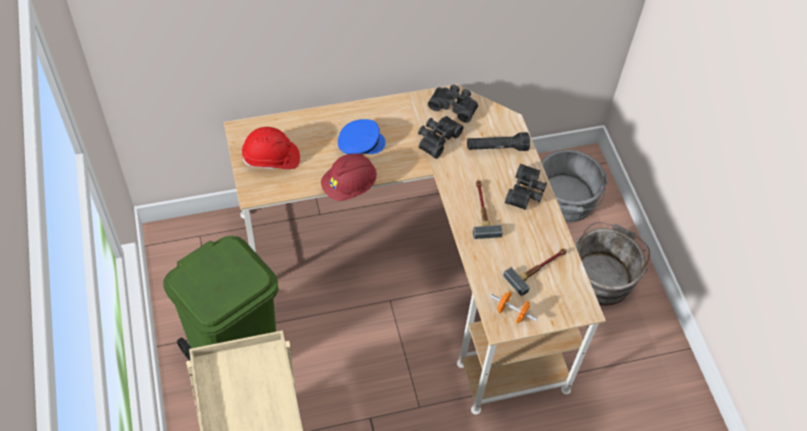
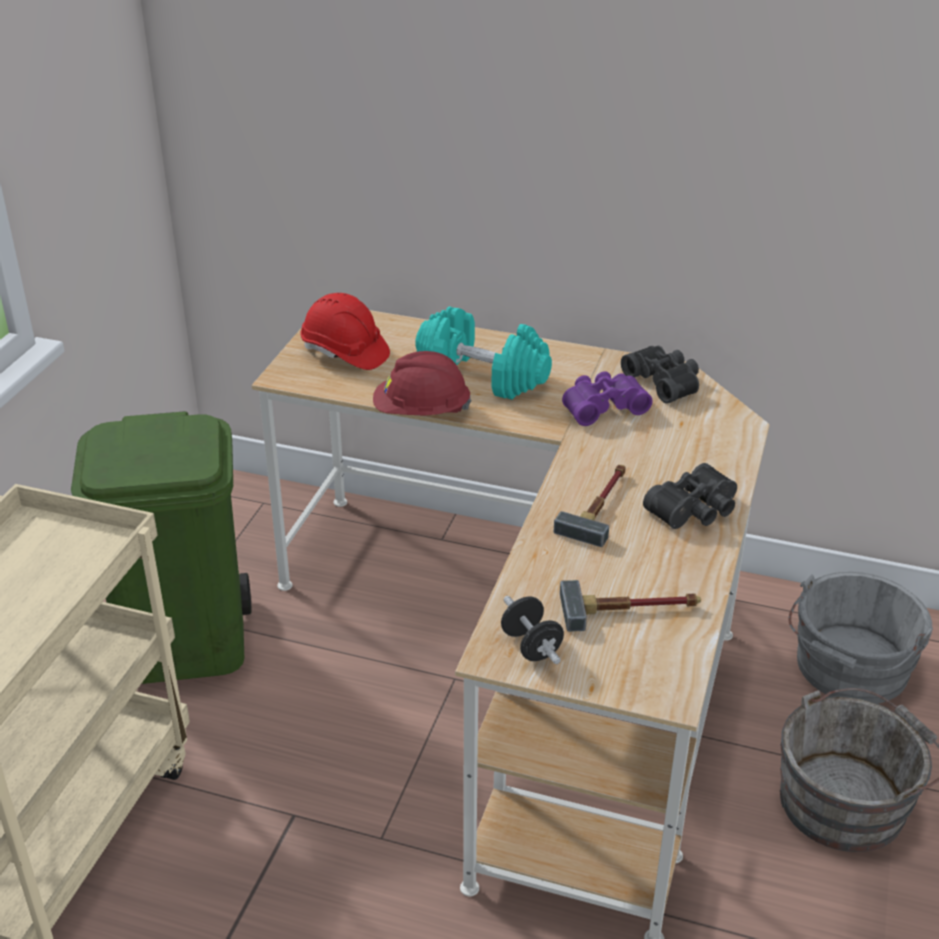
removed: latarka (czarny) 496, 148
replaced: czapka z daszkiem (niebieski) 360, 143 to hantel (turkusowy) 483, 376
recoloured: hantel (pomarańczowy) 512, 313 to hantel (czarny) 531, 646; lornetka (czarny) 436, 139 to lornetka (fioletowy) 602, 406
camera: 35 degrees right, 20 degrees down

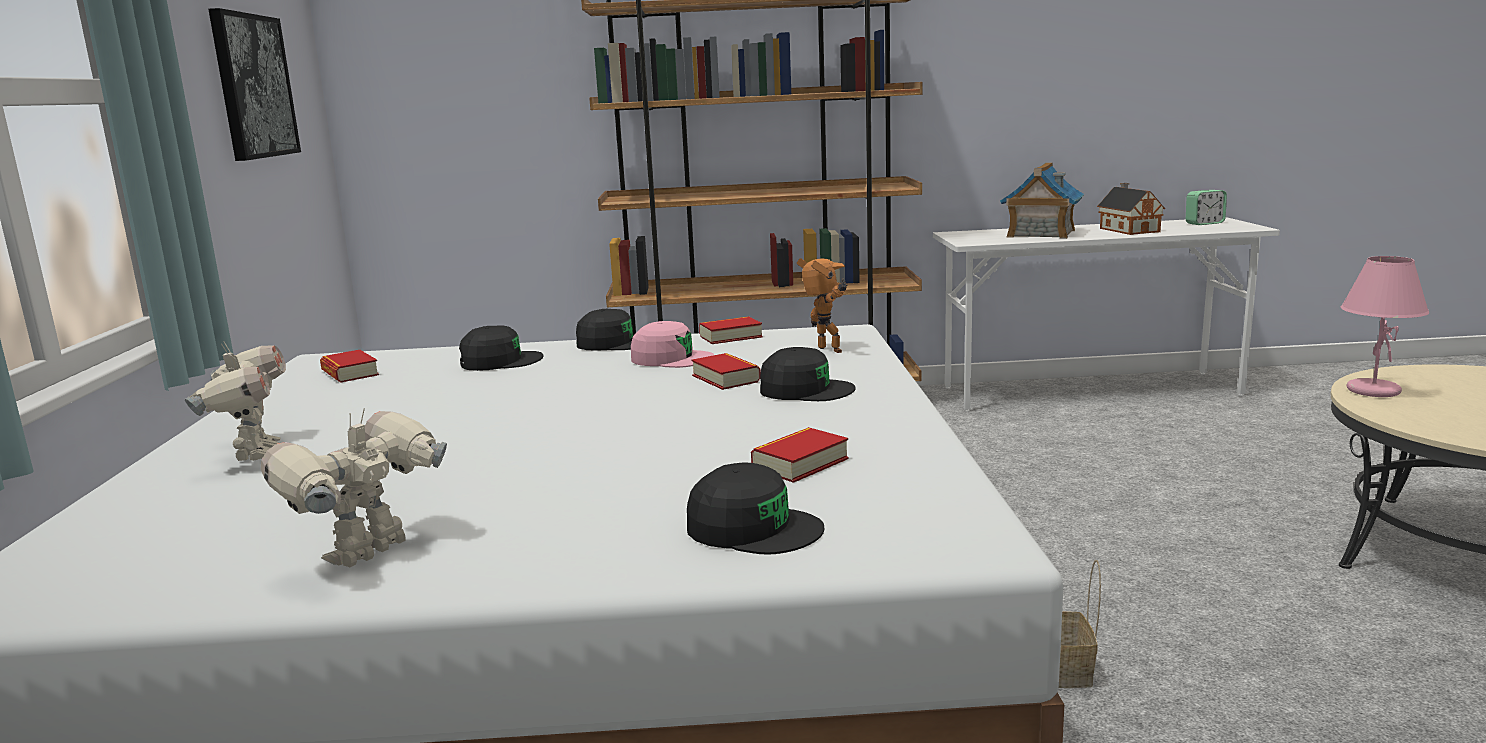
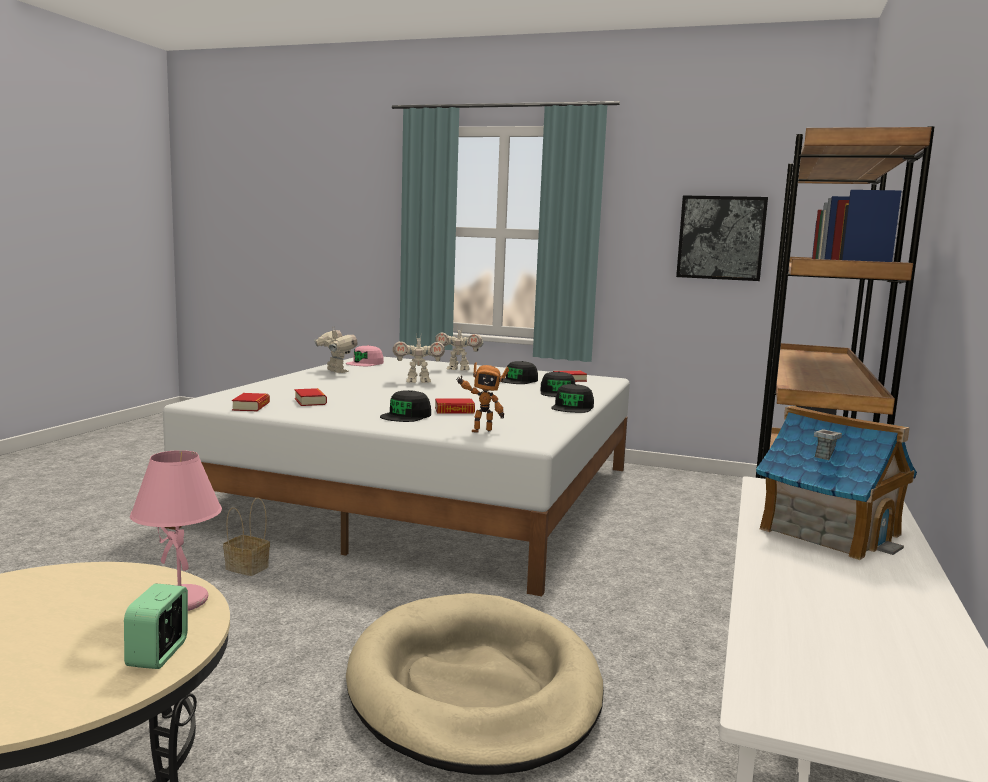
removed: domek 1128, 230
added: legowisko (beżowy) 474, 689; robot zabawkowy 418, 382
moved: budzik 1204, 223 to 158, 654; książka 730, 336 to 251, 407; czapka z daszkiem (różowy) 671, 358 to 365, 363; czapka z daszkiem (czarny) 753, 528 to 518, 380
camera: 110 degrees right, 5 degrees down

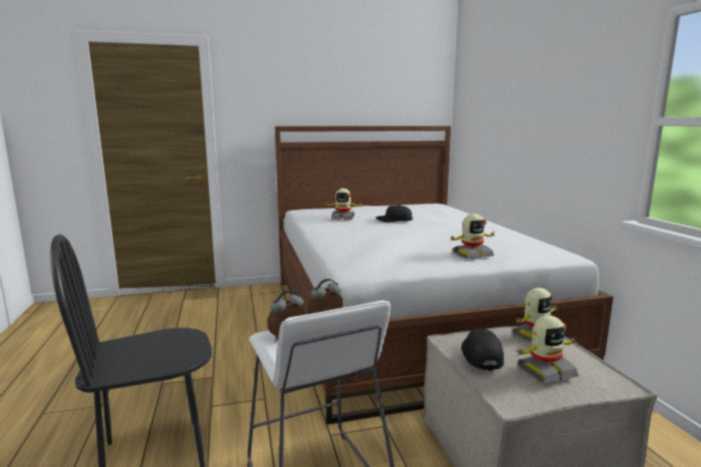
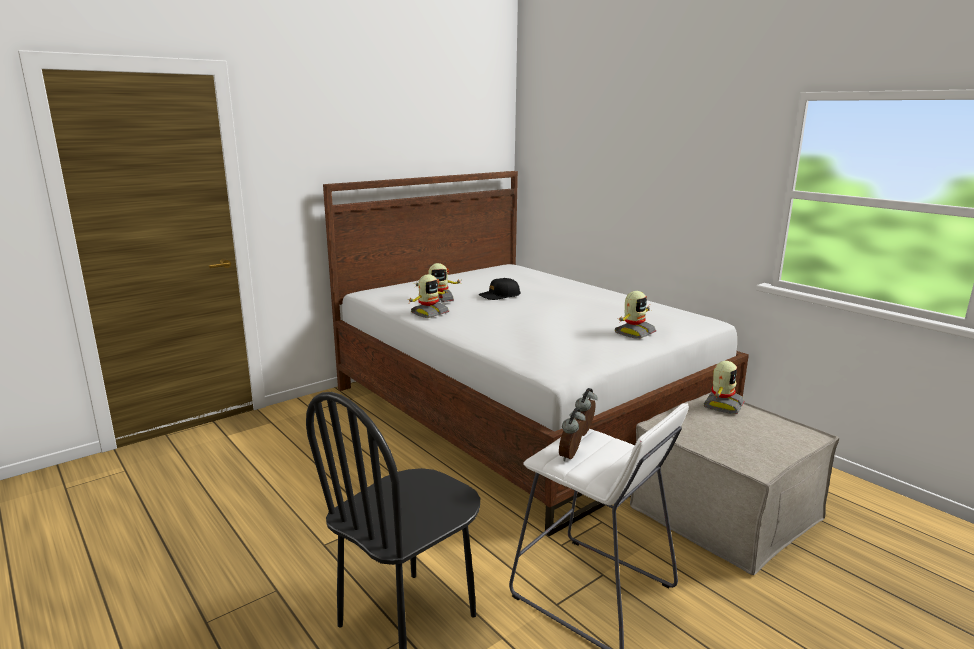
removed: czapka z daszkiem (czarny) 481, 355
moved: robot zabawkowy 545, 371 to 429, 313
camera: 25 degrees left, 5 degrees up

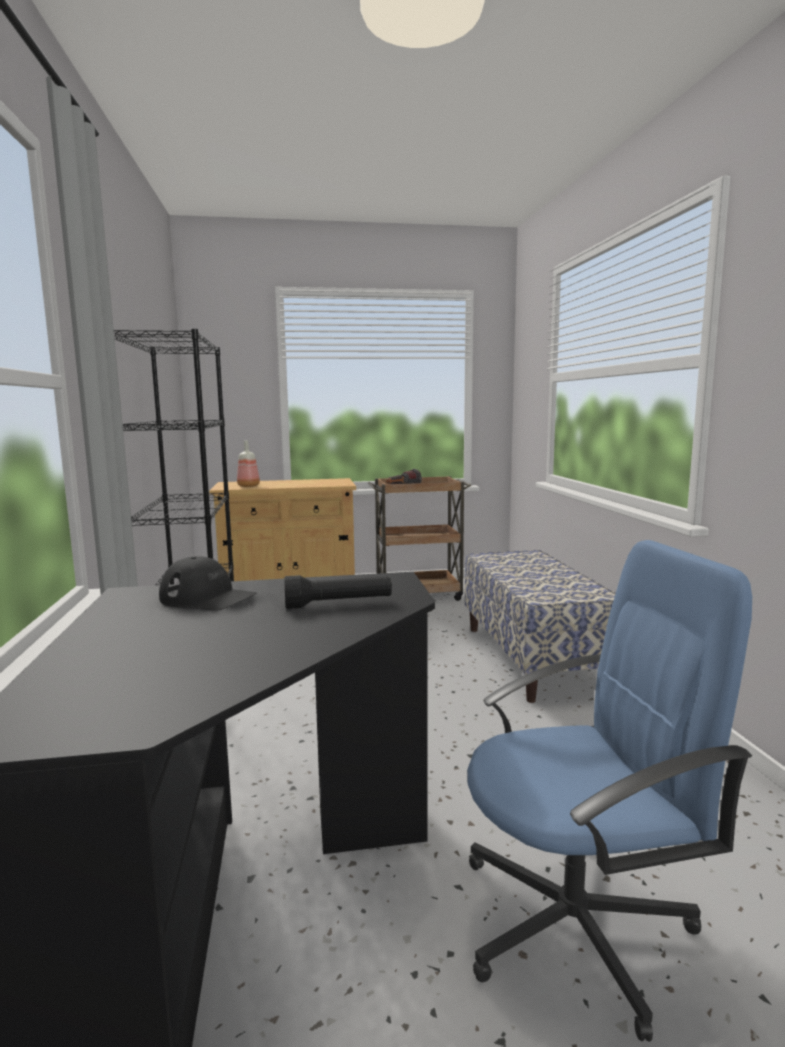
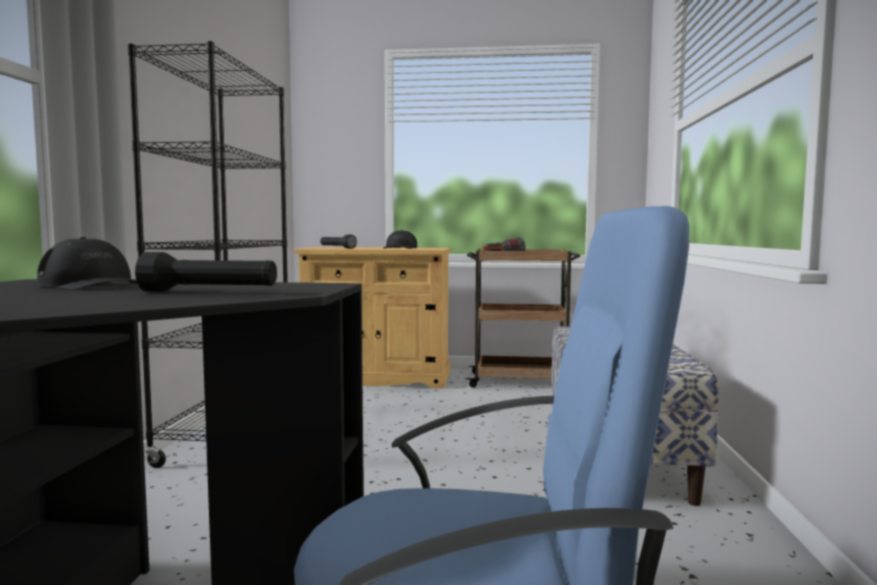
added: czapka z daszkiem (czarny) 400, 248
replaced: butelka 248, 486 to latarka (czarny) 337, 248
camera: 15 degrees right, 5 degrees down

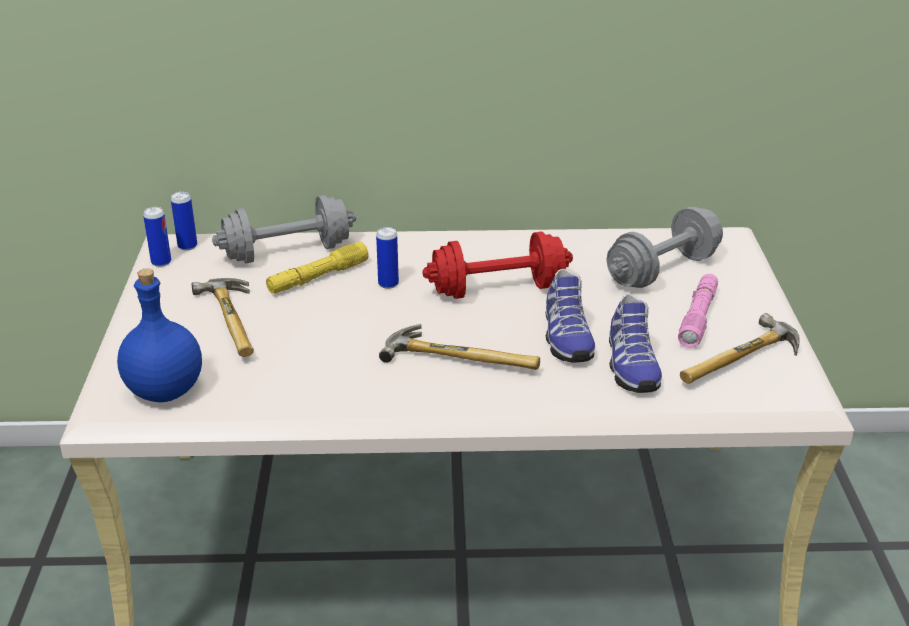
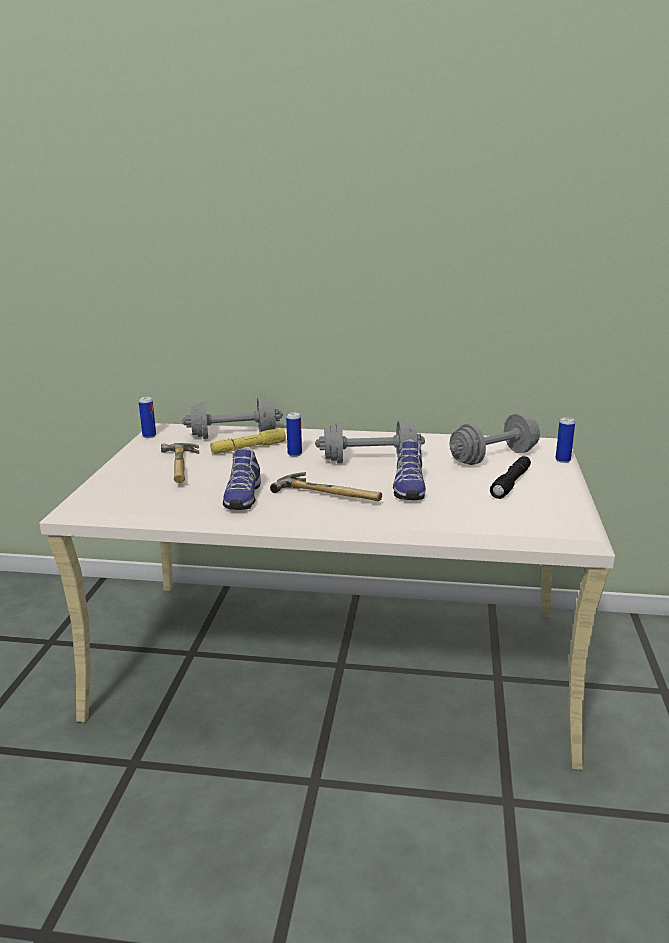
removed: butelka (niebieski) 166, 390; młotek 744, 363
moved: but 629, 366 to 242, 497; puszka 187, 246 to 562, 460
recoloured: hantel (czerwony) 497, 289 to hantel (szary) 370, 460; latarka (różowy) 698, 318 to latarka (czarny) 511, 483
camera: 10 degrees right, 10 degrees down

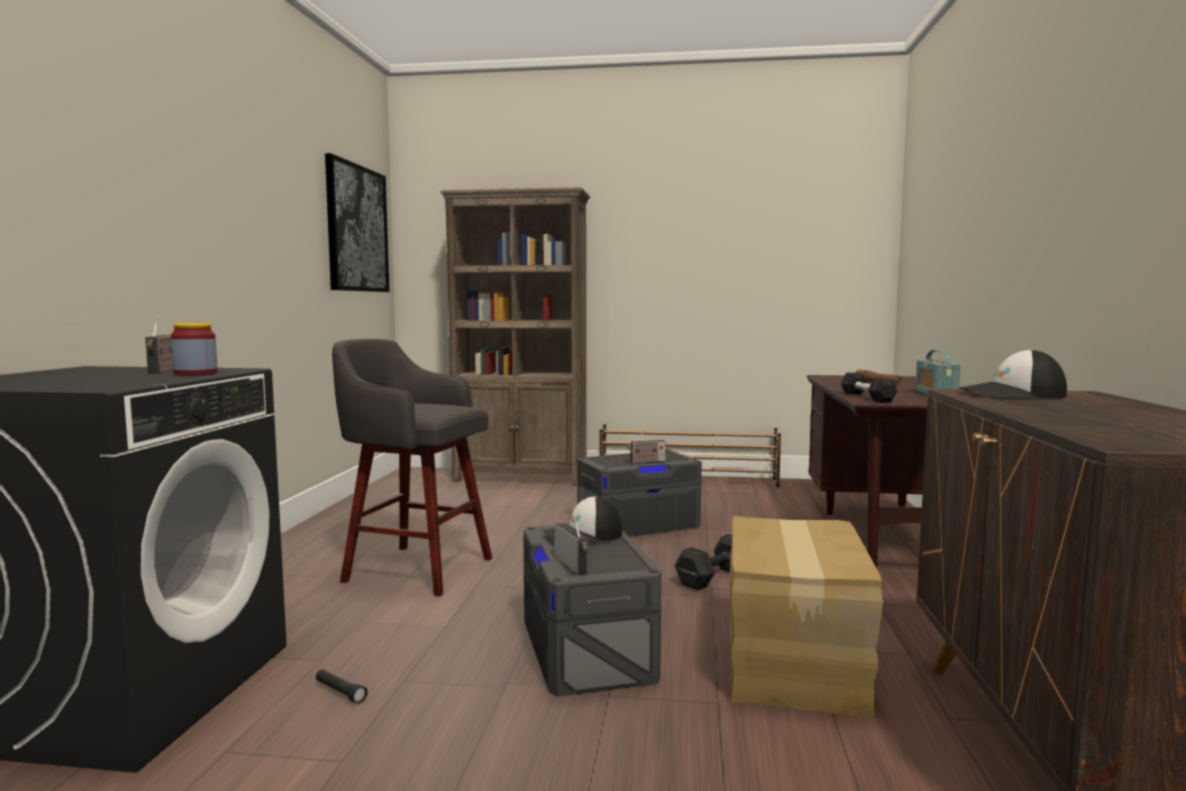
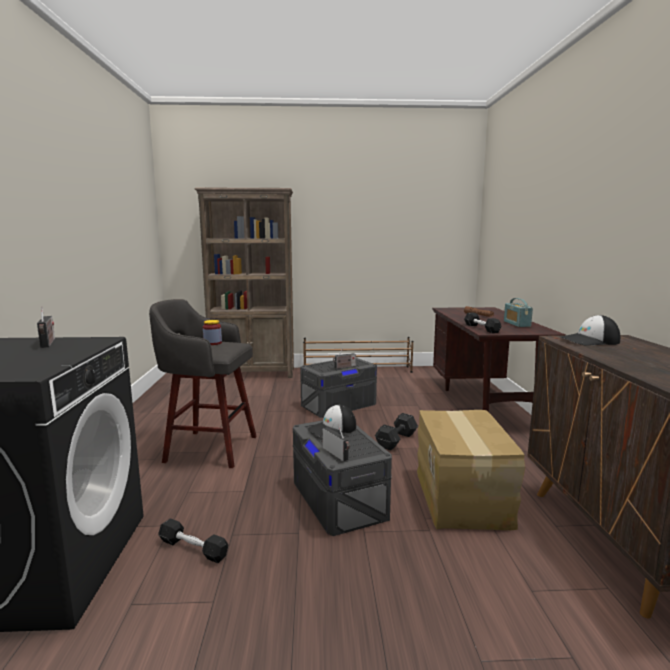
removed: obraz 357, 229
moved: słoik 195, 373 to 212, 343
replaced: latarka (czarny) 340, 692 to hantel (czarny) 193, 548
camera: 10 degrees left, 5 degrees up

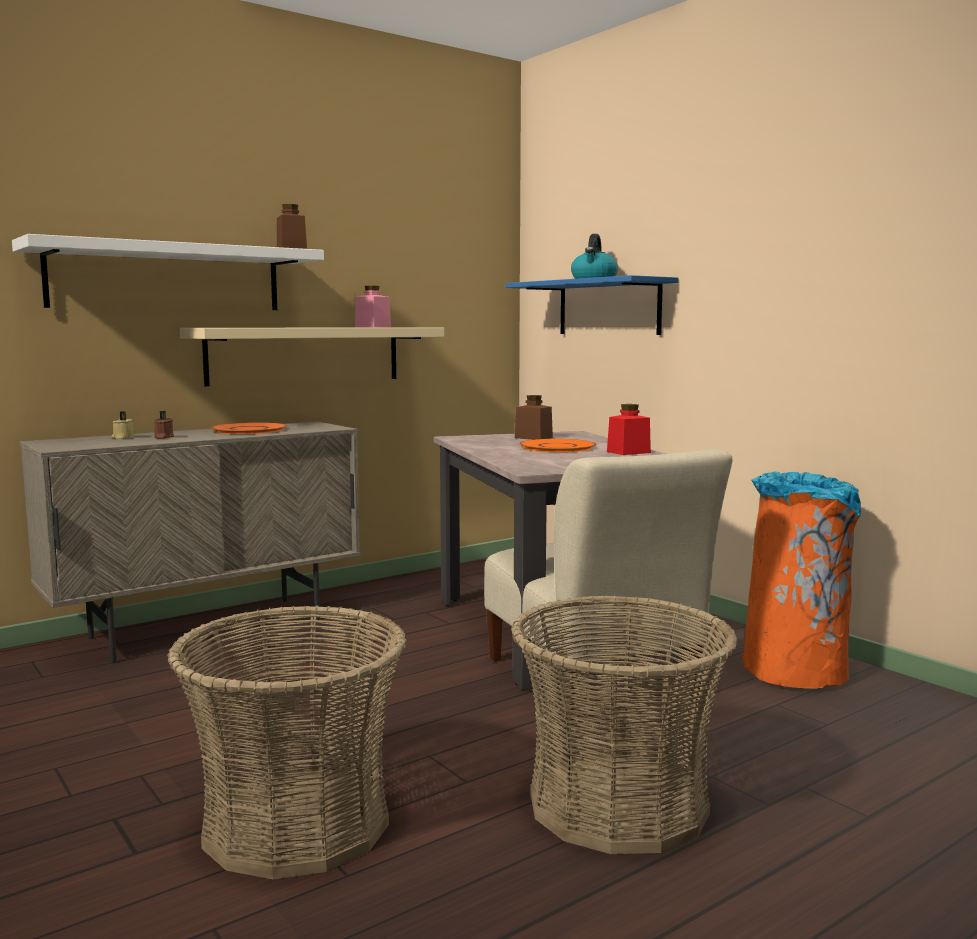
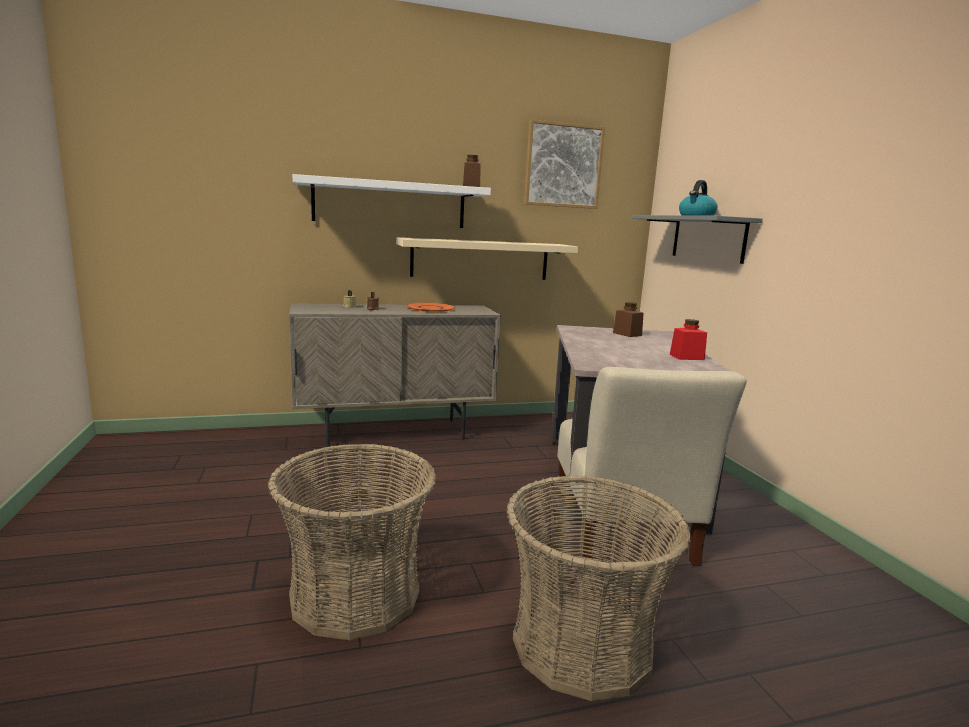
removed: słoik (różowy) 373, 327; talerz (pomarańczowy) 558, 447; kosz na śmieci (pomarańczowy) 795, 673
added: obraz 563, 166
recoloured: półka (niebieski) 608, 307 to półka (szary) 708, 238
camera: 20 degrees right, 5 degrees up

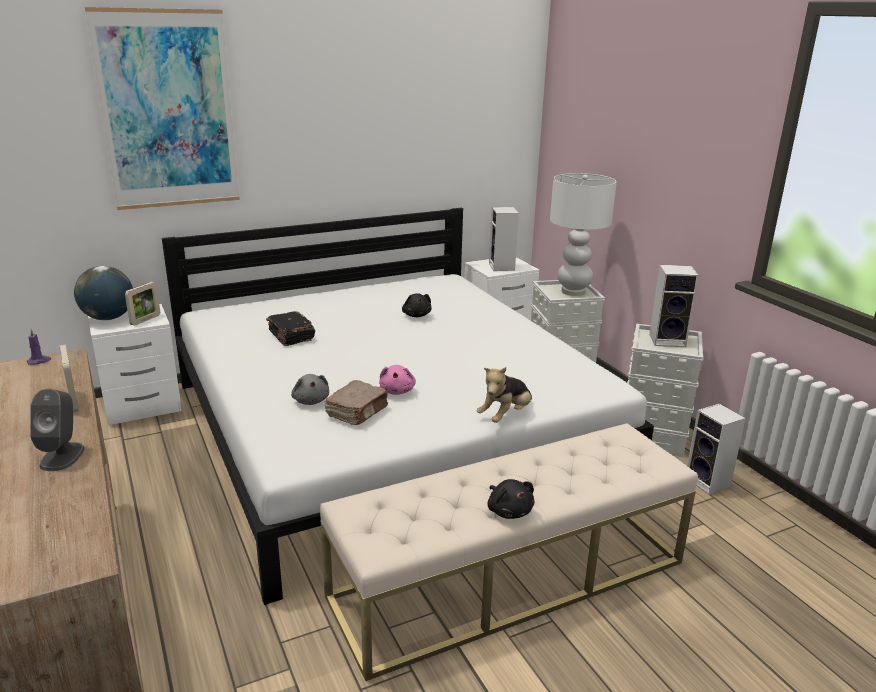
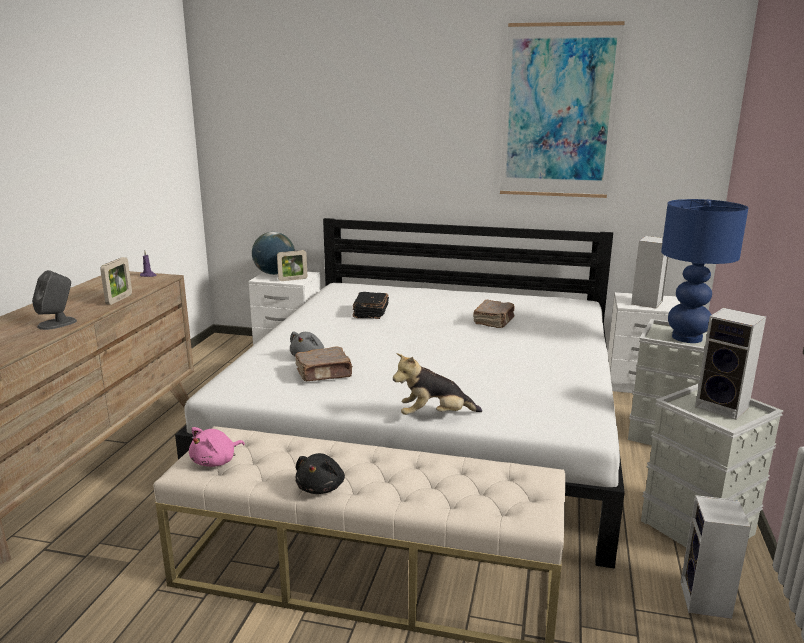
moved: pluszak (różowy) 397, 391 to 216, 461; obraz 168, 111 to 558, 112
replaced: pluszak (czarny) 416, 315 to książka (brązowy) 494, 322
recoloured: lampa stołowa (biały) 573, 292 to lampa stołowa (niebieski) 686, 338
camera: 40 degrees right, 5 degrees down

